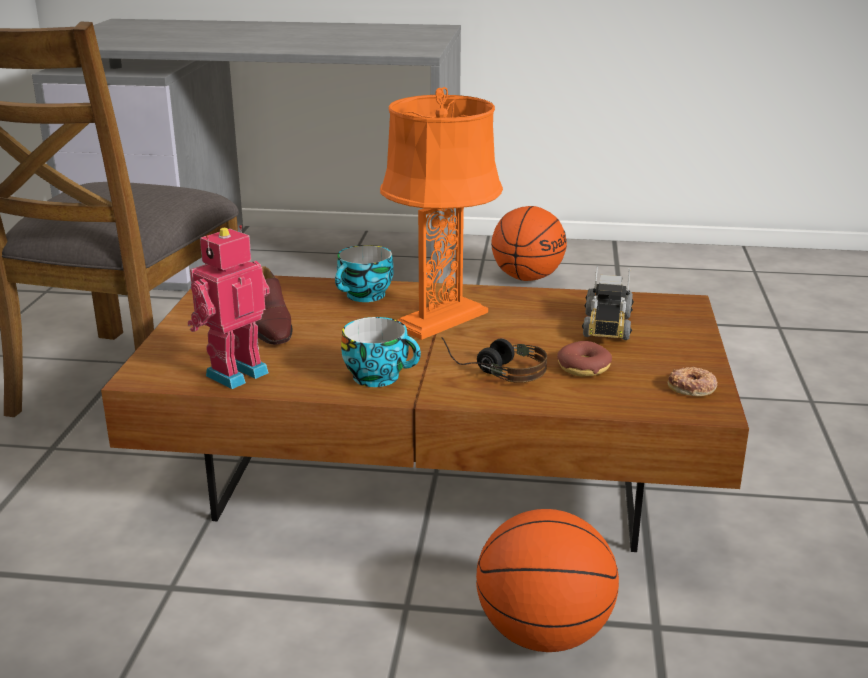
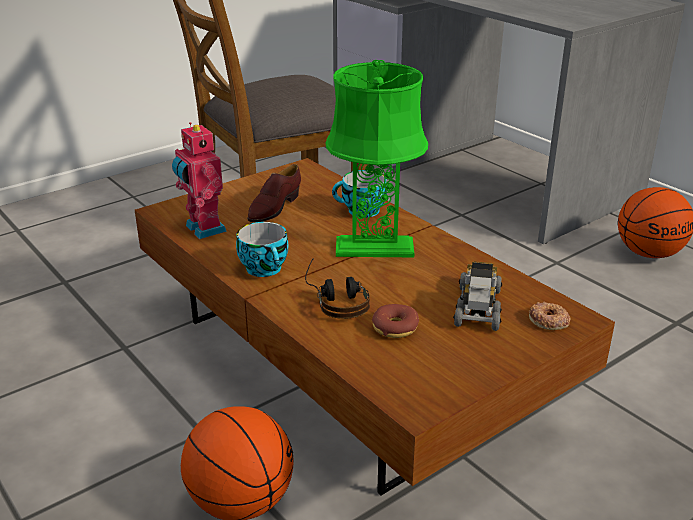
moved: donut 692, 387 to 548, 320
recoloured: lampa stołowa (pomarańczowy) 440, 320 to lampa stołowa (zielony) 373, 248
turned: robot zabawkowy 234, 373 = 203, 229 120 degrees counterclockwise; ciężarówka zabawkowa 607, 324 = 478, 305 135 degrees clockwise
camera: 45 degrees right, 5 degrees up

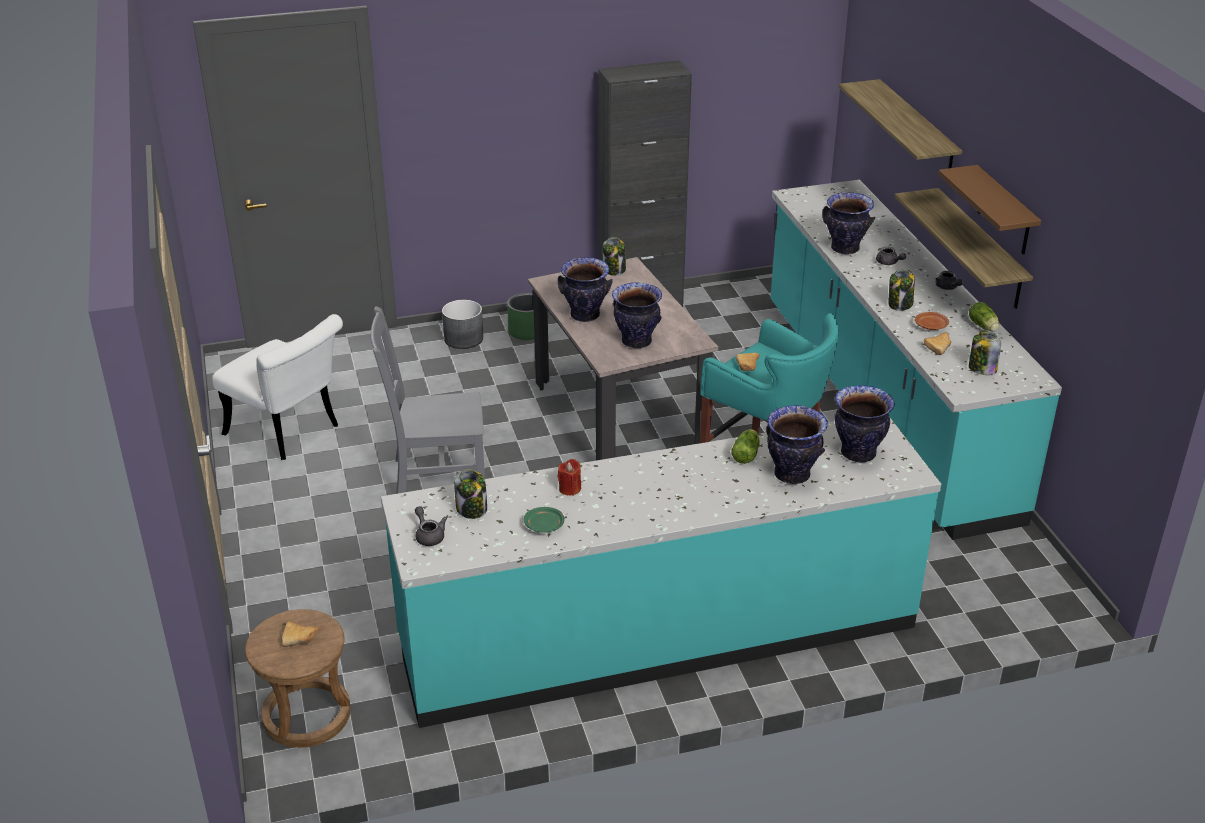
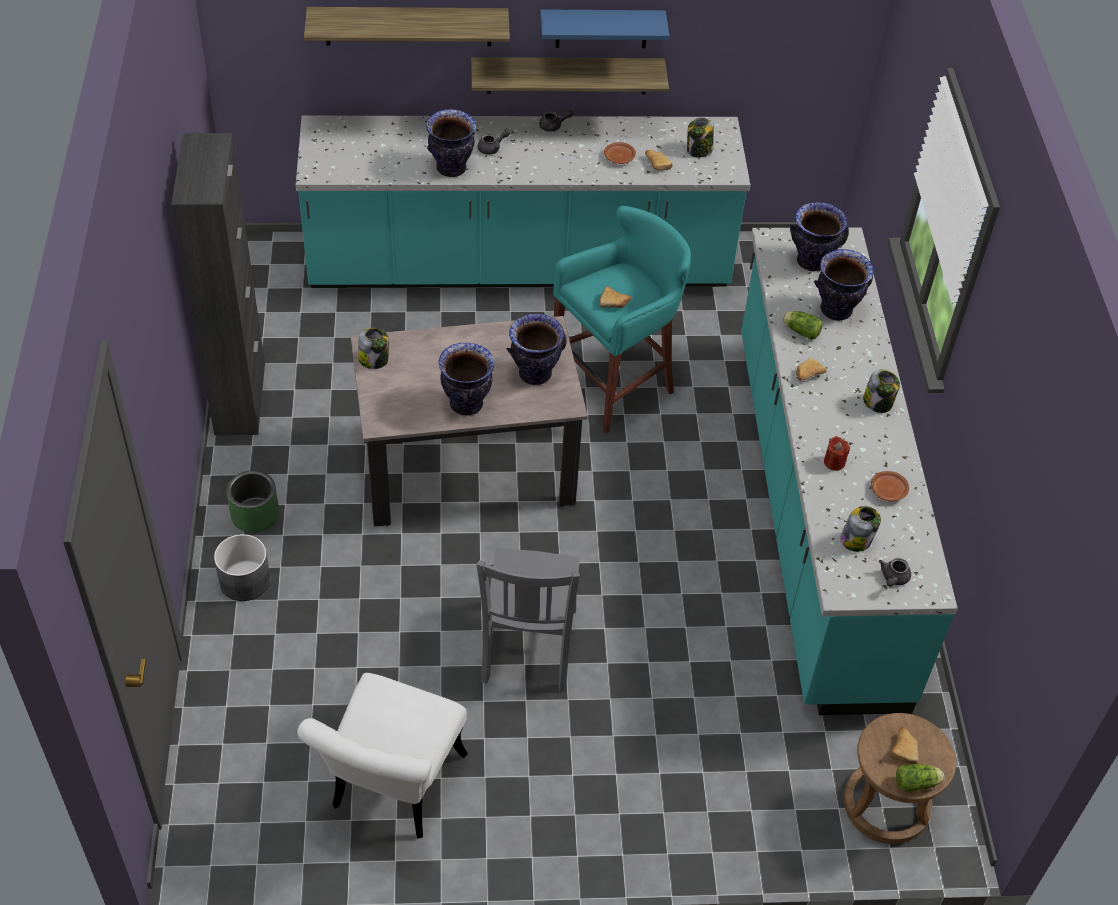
added: chleb 807, 375
moved: słoik 900, 304 to 878, 403; sałata 983, 327 to 917, 783
recoloured: półka (brązowy) 1004, 212 to półka (niebieski) 601, 28; talerz (zielony) 544, 526 to talerz (brązowy) 888, 490
turned: krzesło (biały) 289, 433 = 391, 789 150 degrees clockwise; imbryk (szary) 429, 535 = 893, 578 45 degrees counterclockwise
camera: 80 degrees left, 15 degrees up

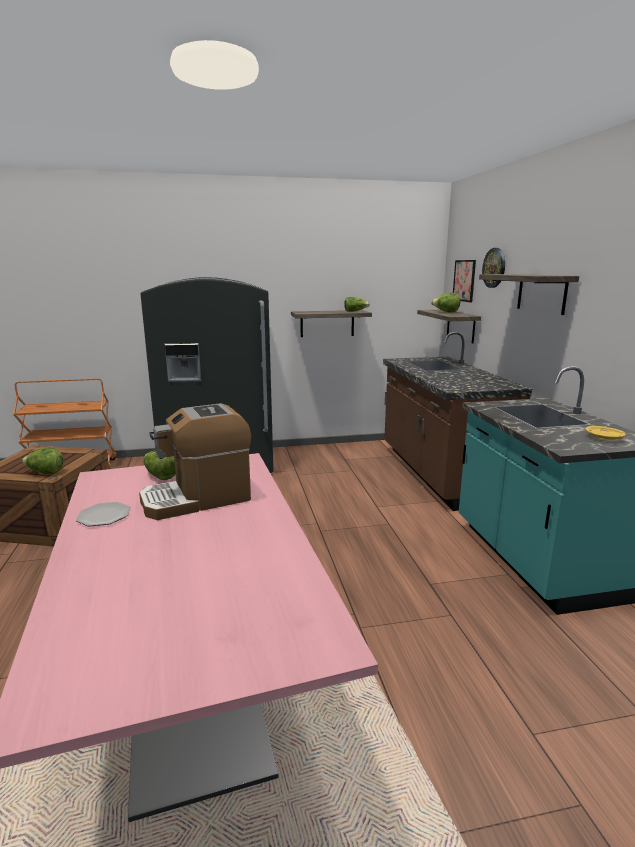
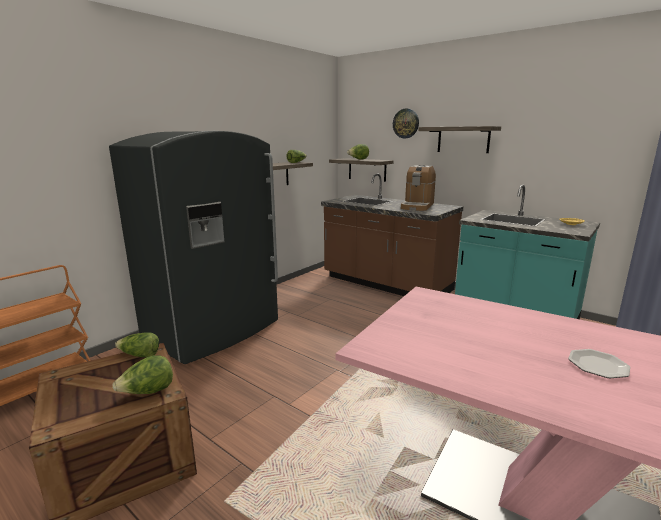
removed: obraz 464, 280
moved: sałata 160, 475 to 139, 355; ekspres do kawy 197, 498 to 417, 206; talerz 104, 516 to 598, 365
camera: 40 degrees left, 0 degrees up

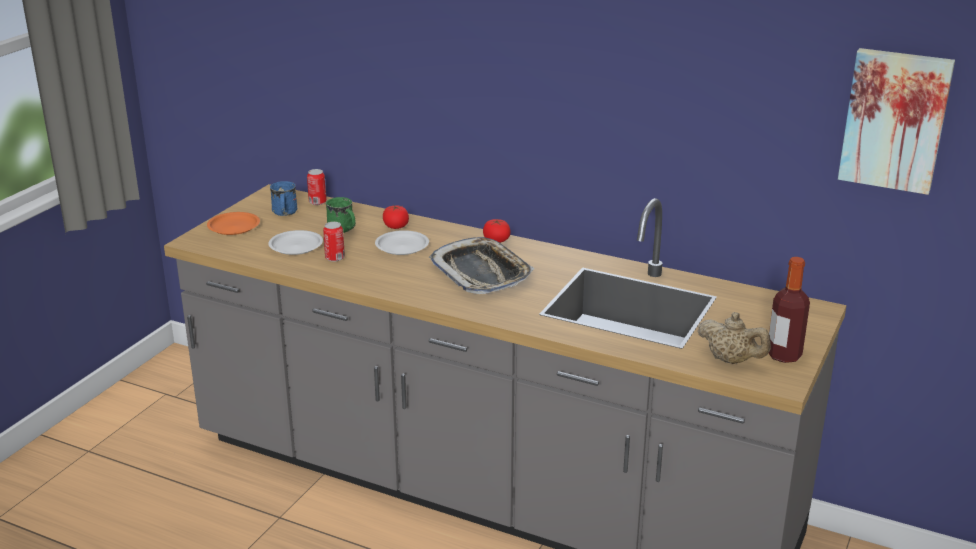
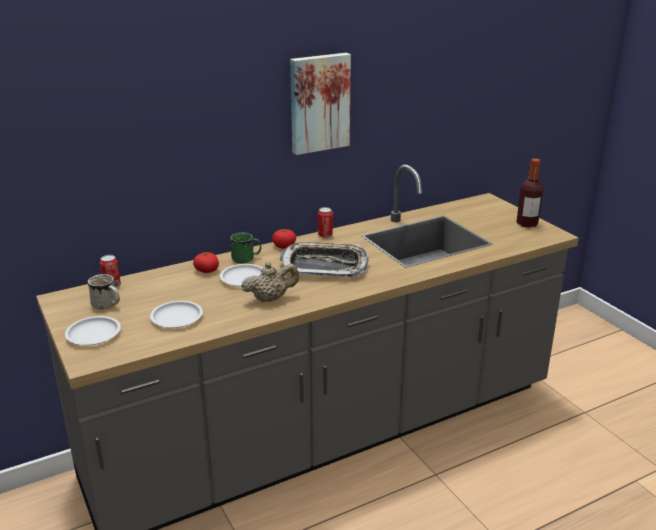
moved: kubek (zielony) 343, 230 to 246, 258; imbryk (beżowy) 731, 360 to 271, 298; obraz 895, 119 to 318, 103; puszka 335, 258 to 325, 235
recoloured: talerz (pomarańczowy) 234, 227 to talerz (biały) 94, 334; kubek (niebieski) 284, 213 to kubek (biały) 107, 305
camera: 55 degrees left, 0 degrees up

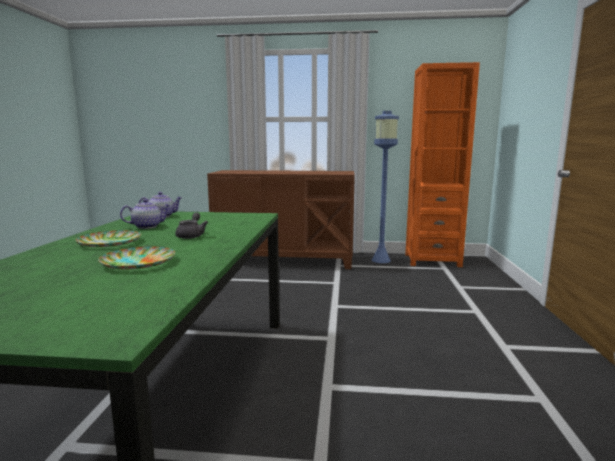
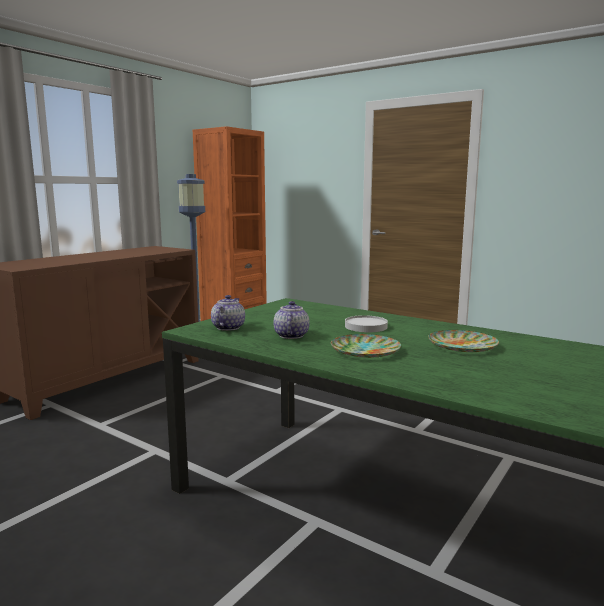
replaced: imbryk (szary) 191, 235 to talerz (biały) 365, 326
camera: 60 degrees left, 0 degrees up

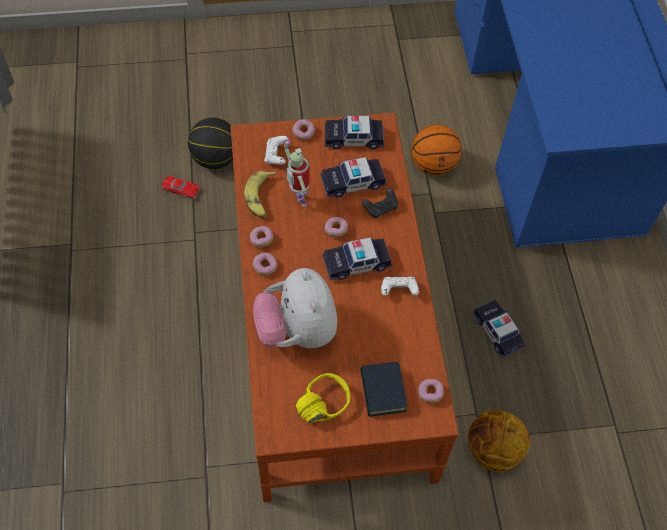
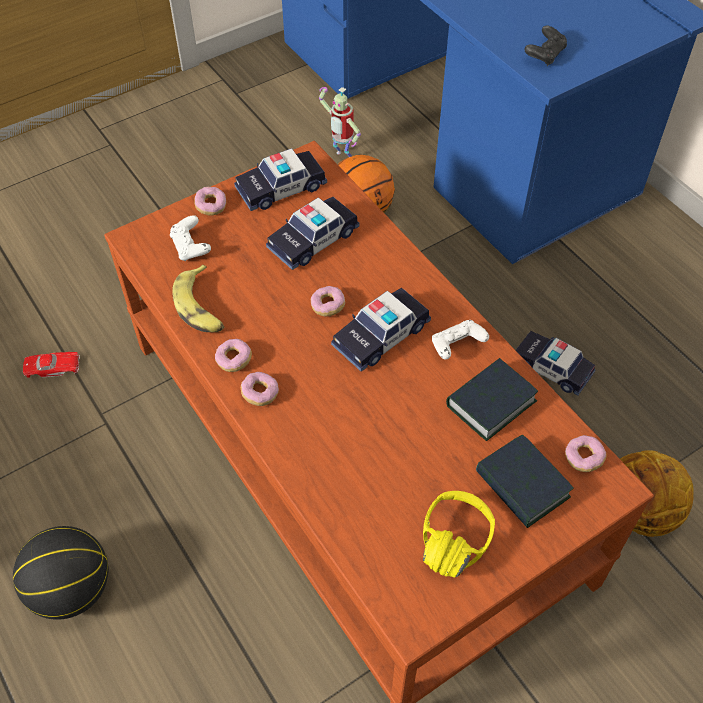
removed: pluszak 297, 330
added: książka 490, 403
moved: piłka do koszykówki 215, 158 to 71, 589; robot zabawkowy 298, 200 to 342, 157; pad do gier (czarny) 381, 208 to 545, 55
camera: 25 degrees left, 5 degrees down

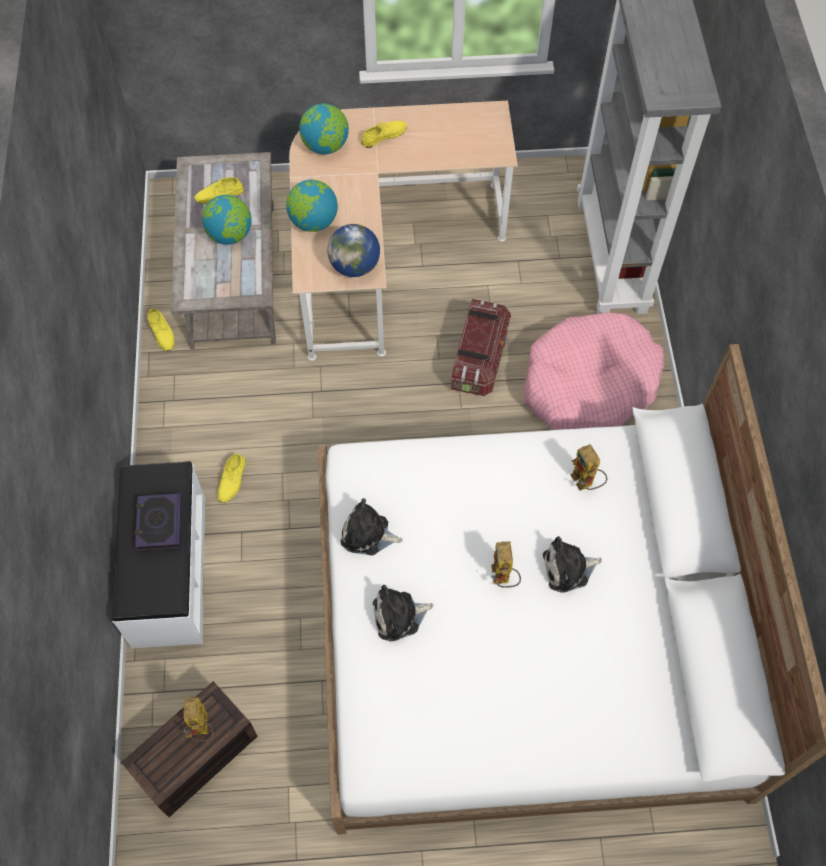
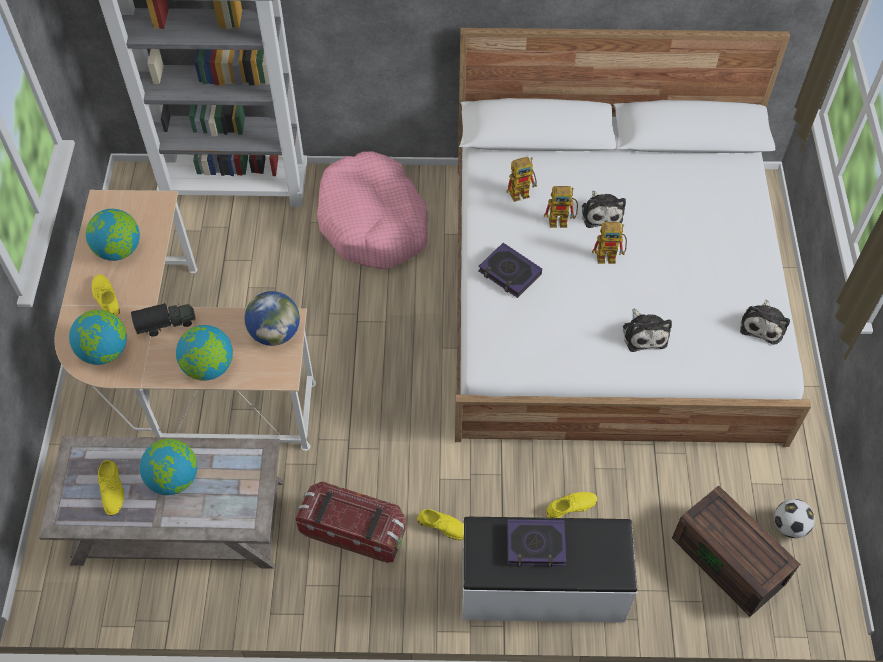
added: globus 119, 250; ciężarówka zabawkowa 166, 324; książka 509, 273; piłka futbolowa 789, 526
moved: pojemnik do przechowywania 479, 359 to 353, 531; robot zabawkowy 202, 729 to 562, 221; but (żółty) 162, 332 to 571, 506; pluszak 368, 534 to 763, 325
camera: 85 degrees left, 5 degrees down

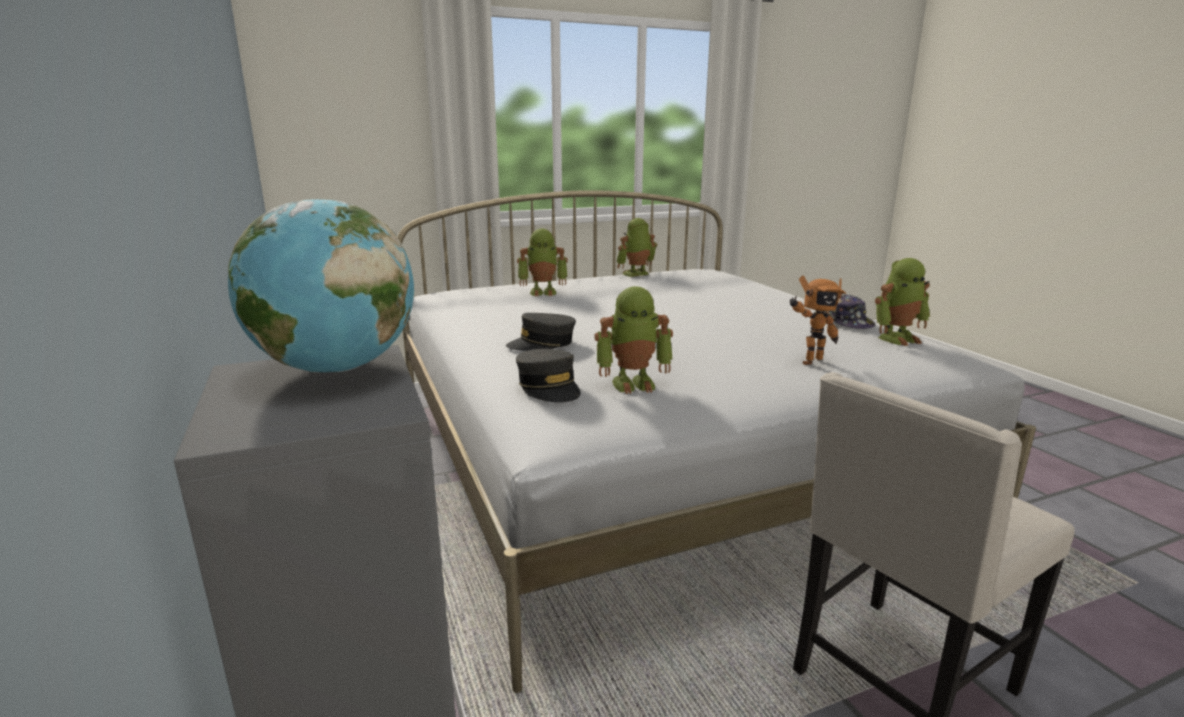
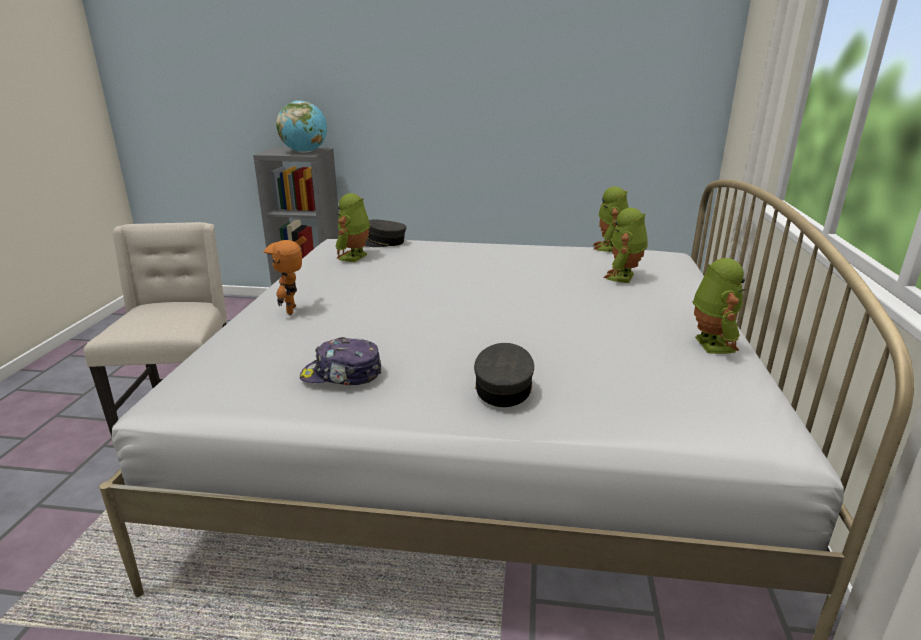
moved: czapka z daszkiem (szary) 542, 343 to 503, 387; robot zabawkowy 896, 338 to 609, 248
camera: 120 degrees right, 5 degrees up

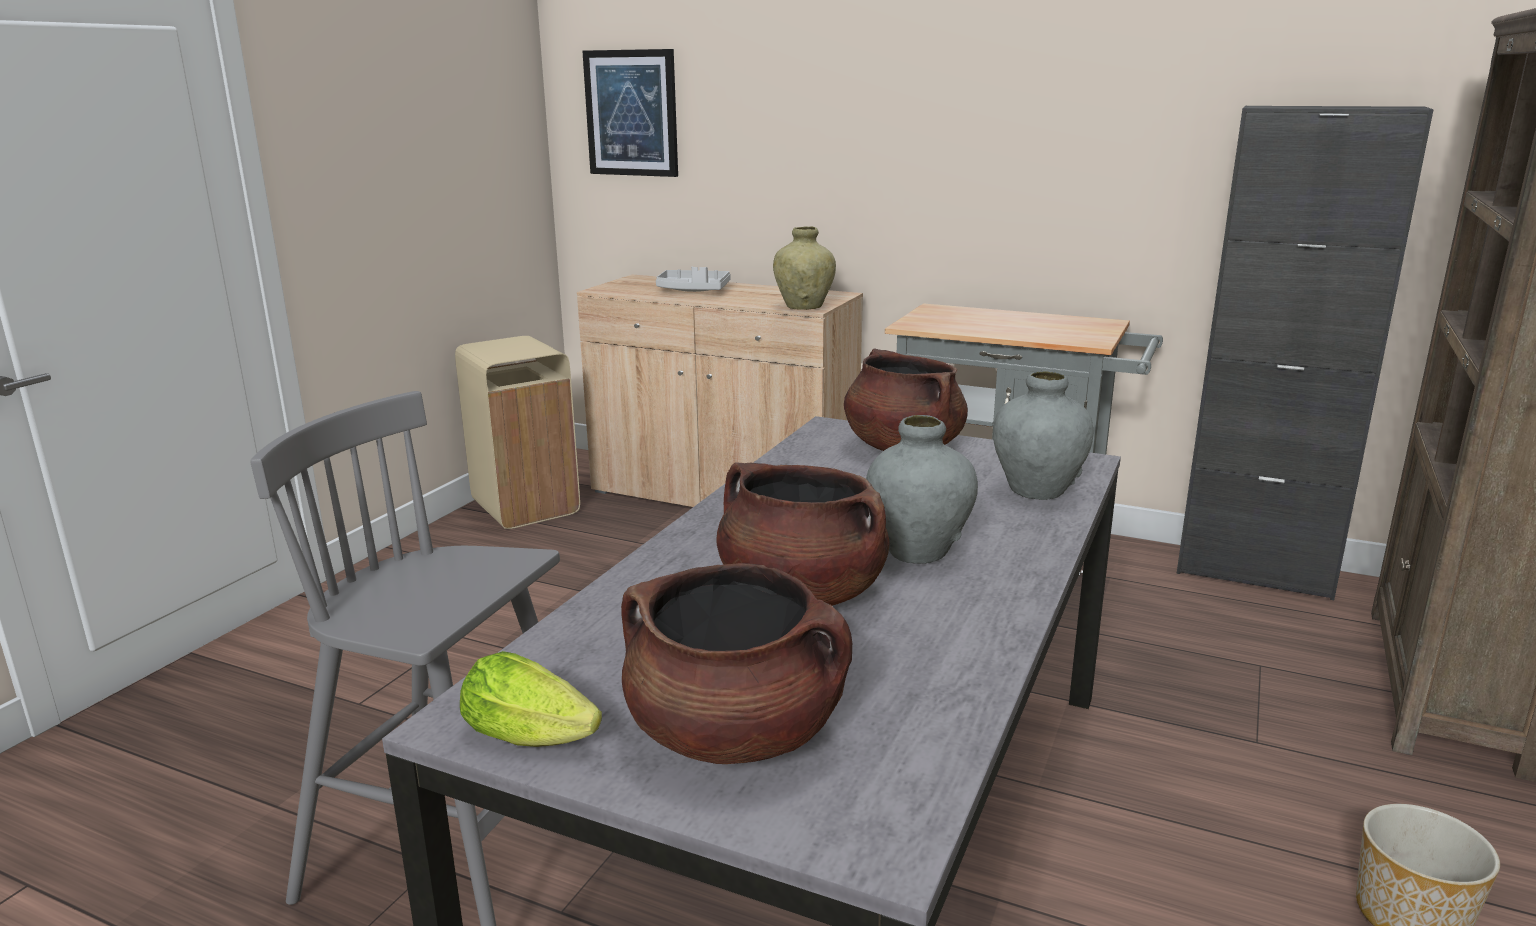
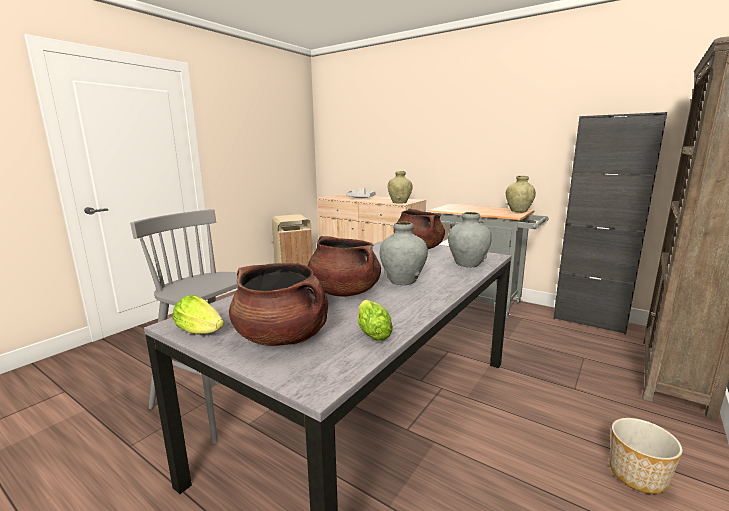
removed: obraz 632, 113
added: sałata 372, 331; wazon (beżowy) 518, 211
camera: 10 degrees right, 5 degrees down

